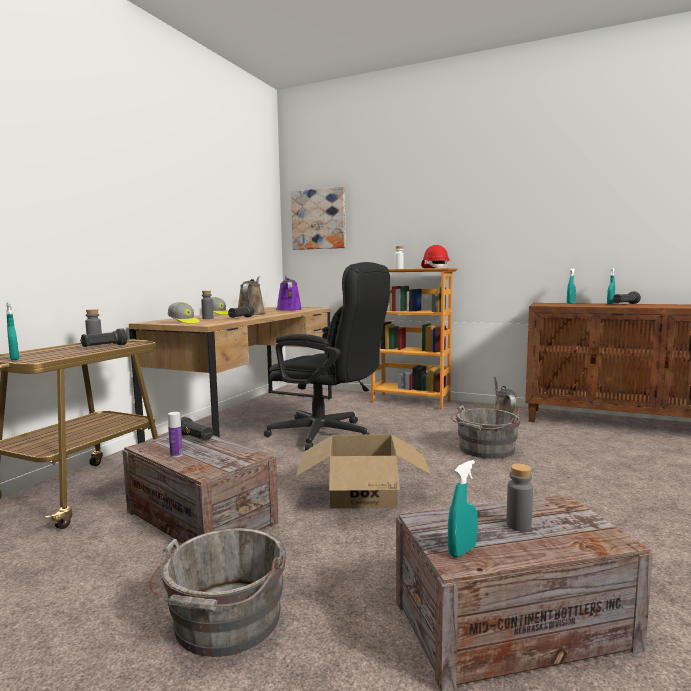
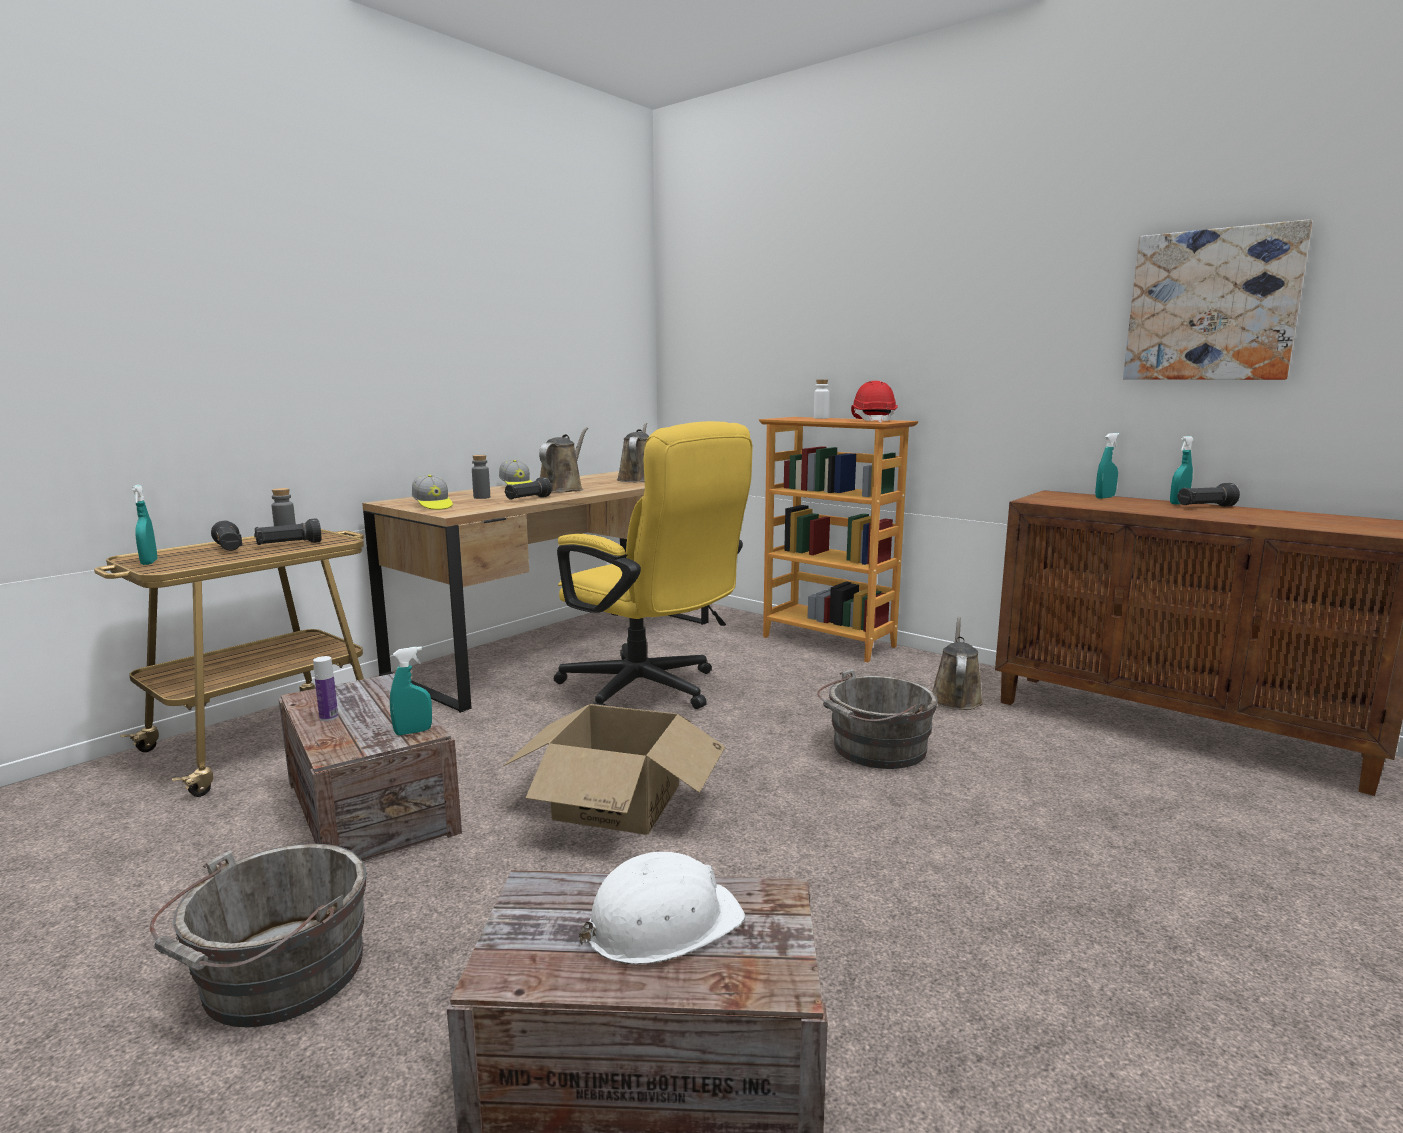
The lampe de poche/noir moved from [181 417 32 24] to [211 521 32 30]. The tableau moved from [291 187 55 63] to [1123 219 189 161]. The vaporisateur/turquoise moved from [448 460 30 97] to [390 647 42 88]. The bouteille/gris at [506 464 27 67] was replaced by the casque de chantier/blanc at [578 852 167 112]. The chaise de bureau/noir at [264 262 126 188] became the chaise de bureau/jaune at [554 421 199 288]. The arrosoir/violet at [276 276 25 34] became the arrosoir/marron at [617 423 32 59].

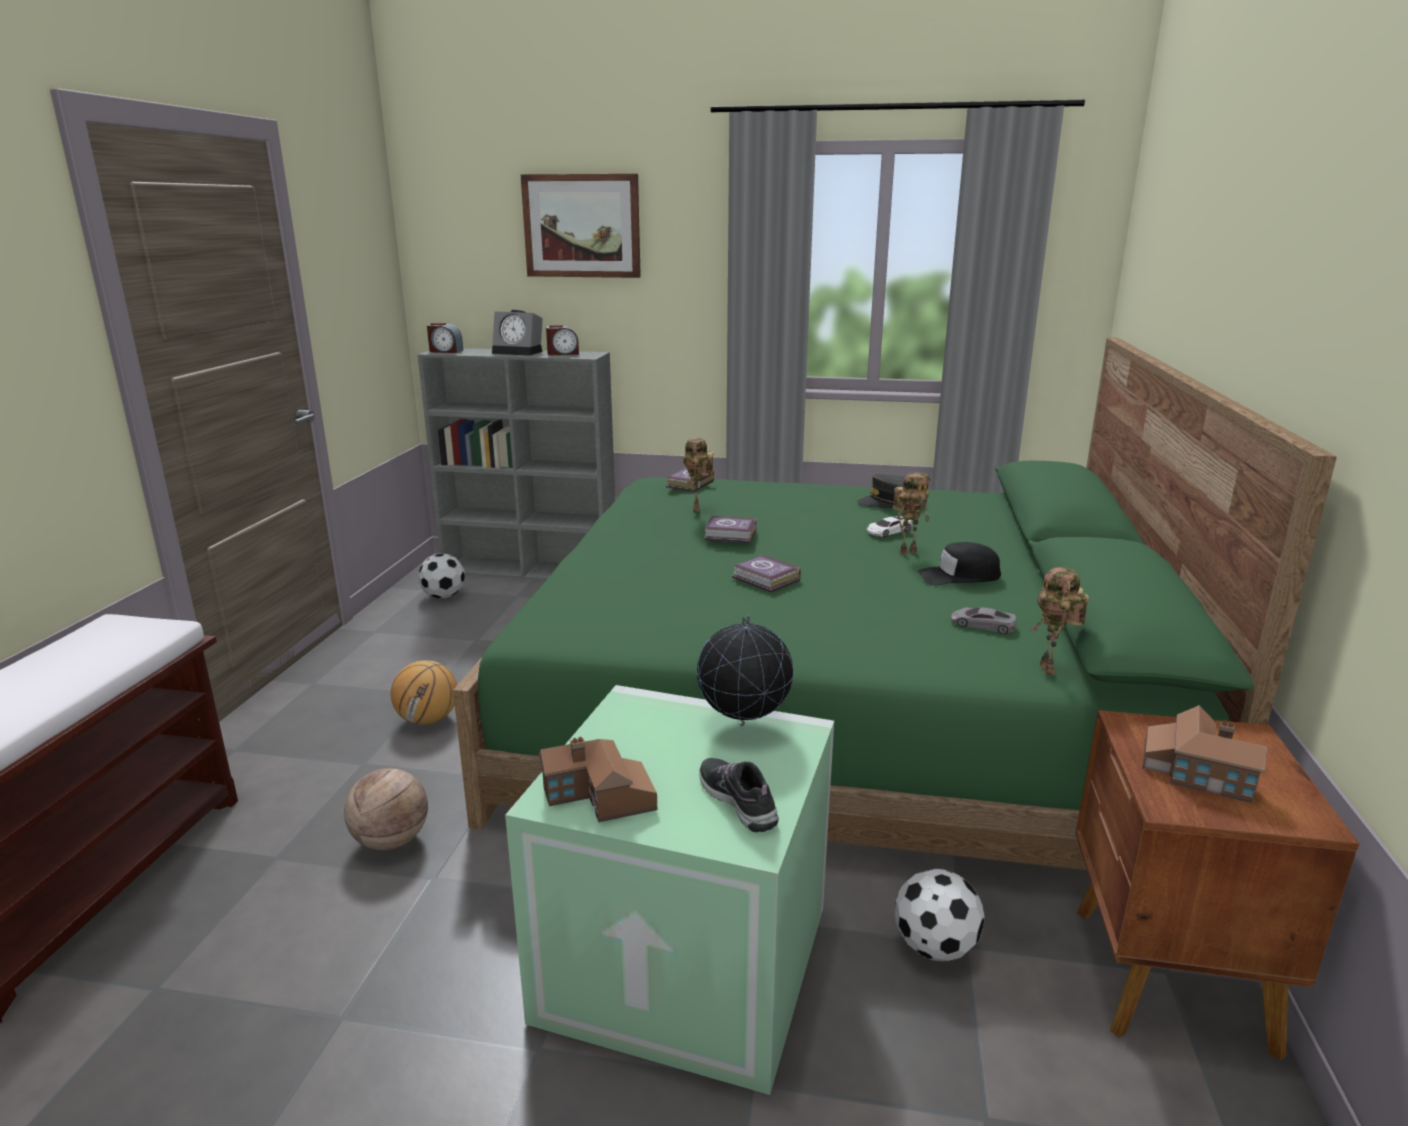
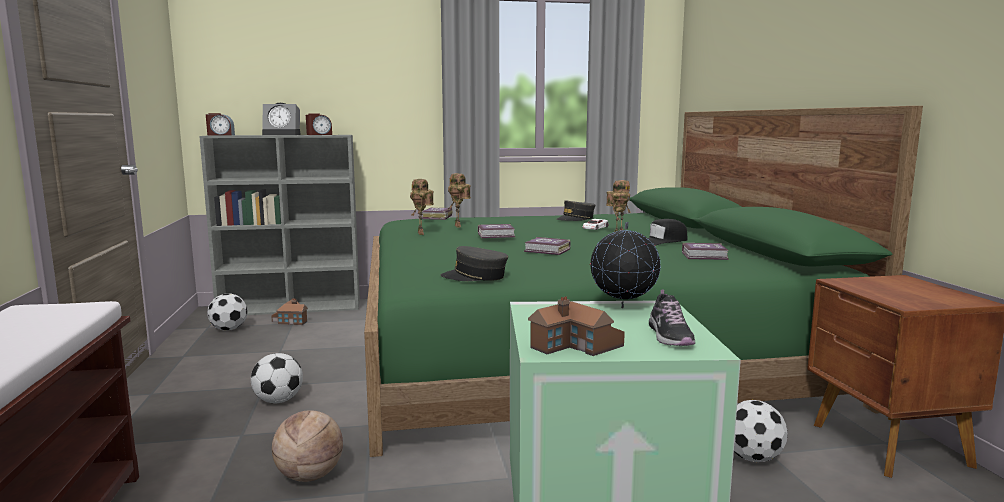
The tableau at [520 174 121 104] disappeared. The casquette/gris at [441 246 67 35] appeared. The robot jouet moved from [1030 567 59 109] to [410 179 24 56]. The maison miniature moved from [1142 705 125 99] to [271 298 37 27]. The ballon de basket at [391 660 66 65] was replaced by the ballon de foot at [251 353 52 50]. The petite voiture/gris at [951 607 65 27] was replaced by the livre at [682 243 47 17]. The chaussure at [699 758 80 74] turned 135 degrees counterclockwise.

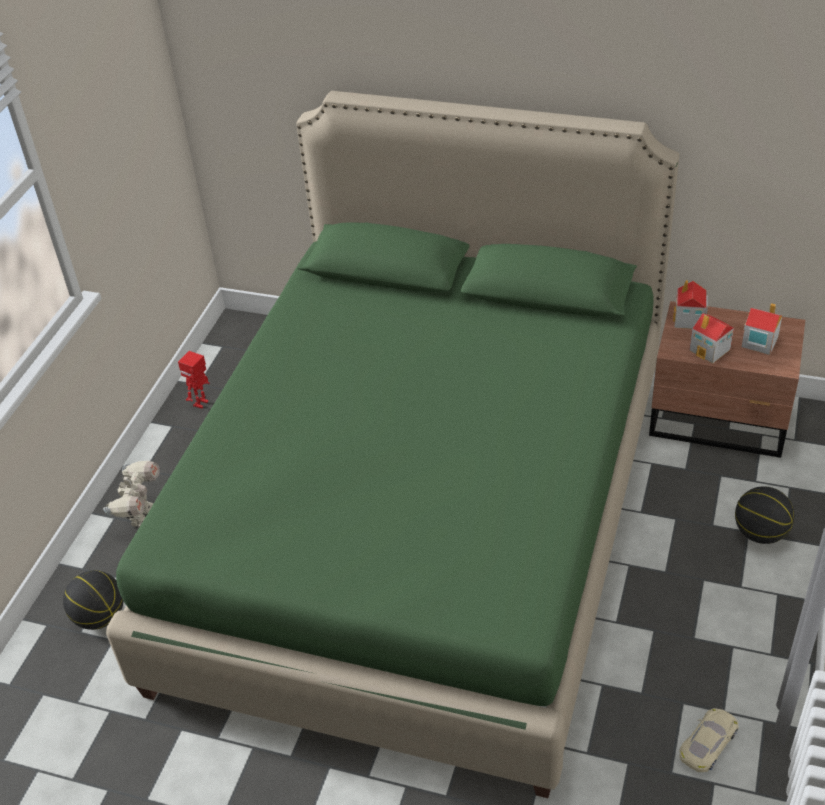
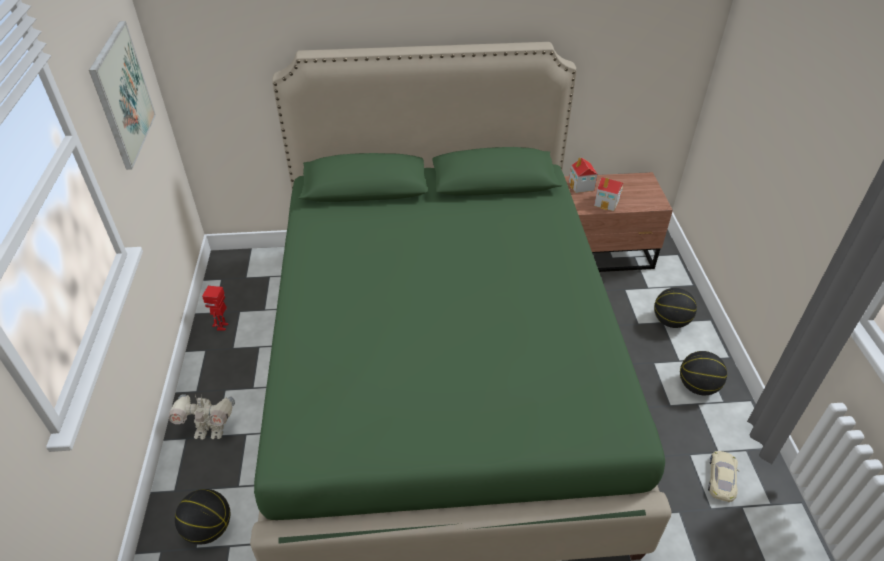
The maison miniature at [742 303 40 52] disappeared. The tableau at [89 21 67 149] appeared. The ballon de basket at [680 351 47 44] appeared. The robot jouet at [103 461 57 66] turned 105 degrees clockwise.

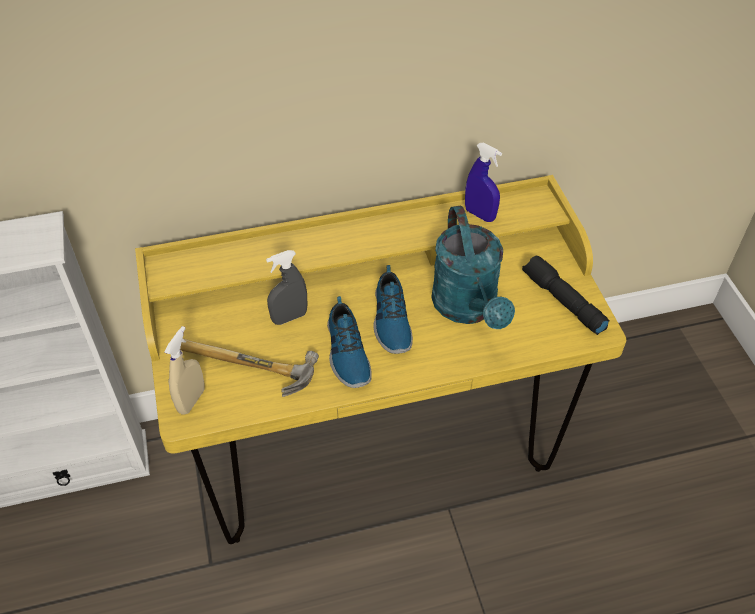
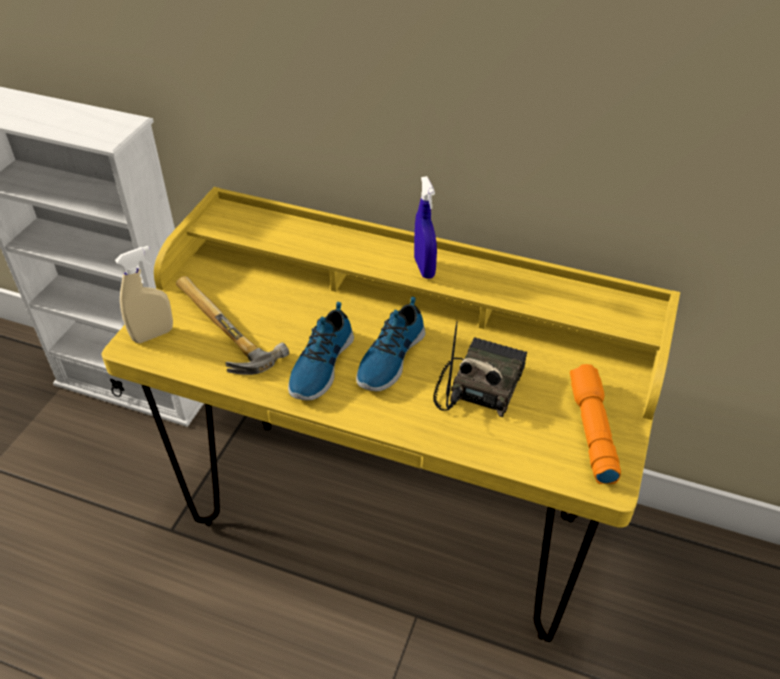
The vaporisateur/gris at [266 250 42 75] disappeared. The vaporisateur/bleu moved from [465 143 37 79] to [414 176 23 103]. The arrosoir/turquoise at [431 205 84 124] was replaced by the radio at [433 321 94 96]. The lampe de poche/noir at [522 256 88 79] became the lampe de poche/orange at [570 364 51 120].

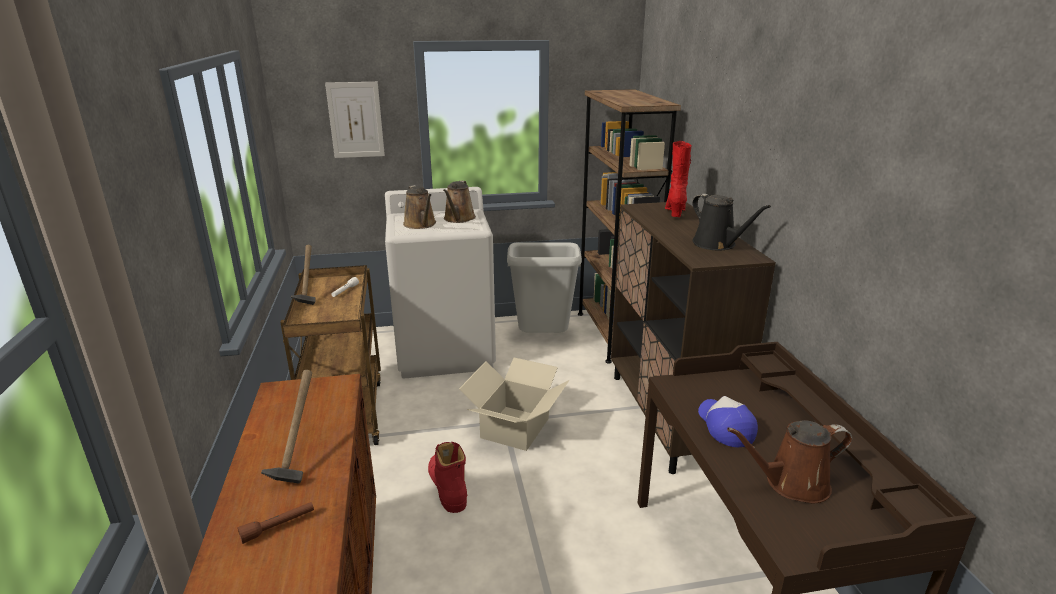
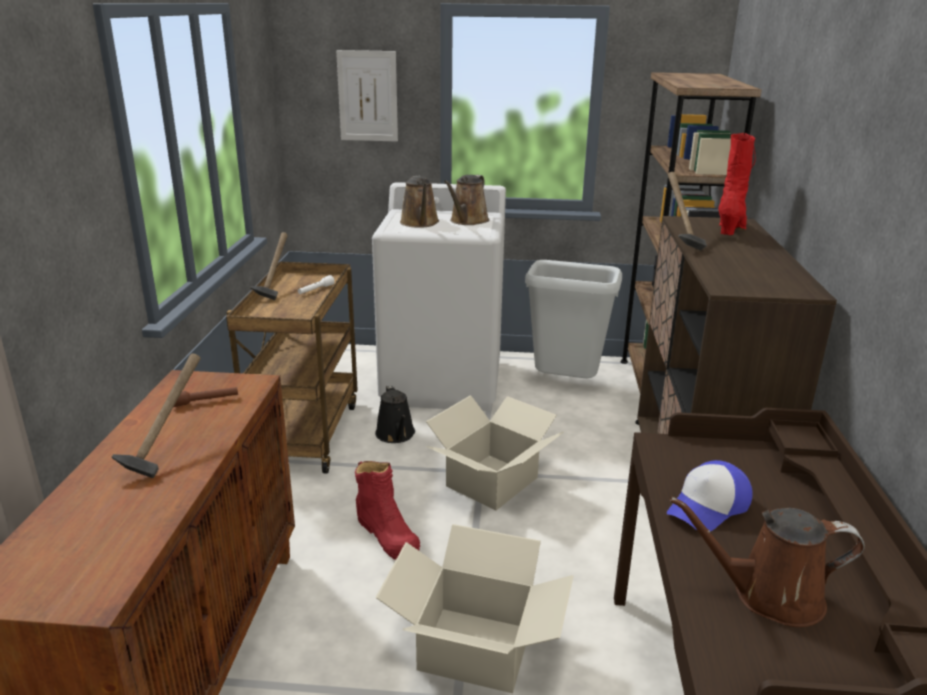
The carton at [376 524 198 169] appeared. The marteau at [668 172 39 79] appeared. The lampe de poche/marron moved from [238 502 76 42] to [174 387 64 20]. The arrosoir/noir moved from [692 194 79 57] to [375 385 40 58]. The botte/rouge at [428 441 39 72] turned 150 degrees clockwise. The casquette at [698 396 60 51] turned 135 degrees counterclockwise.

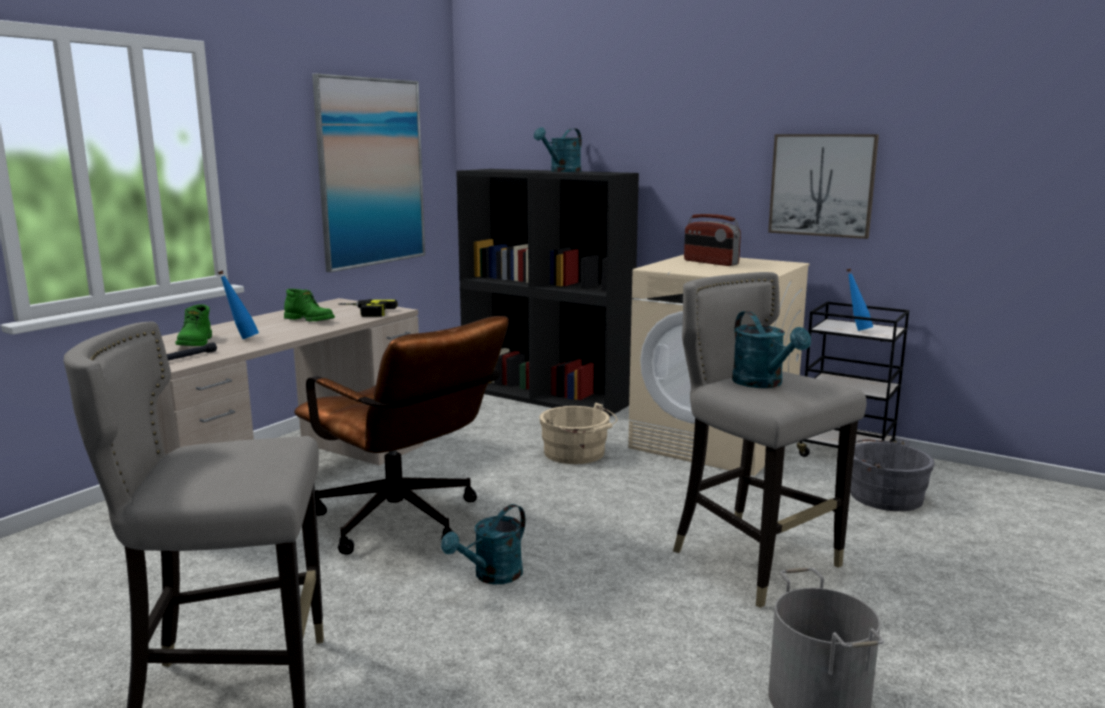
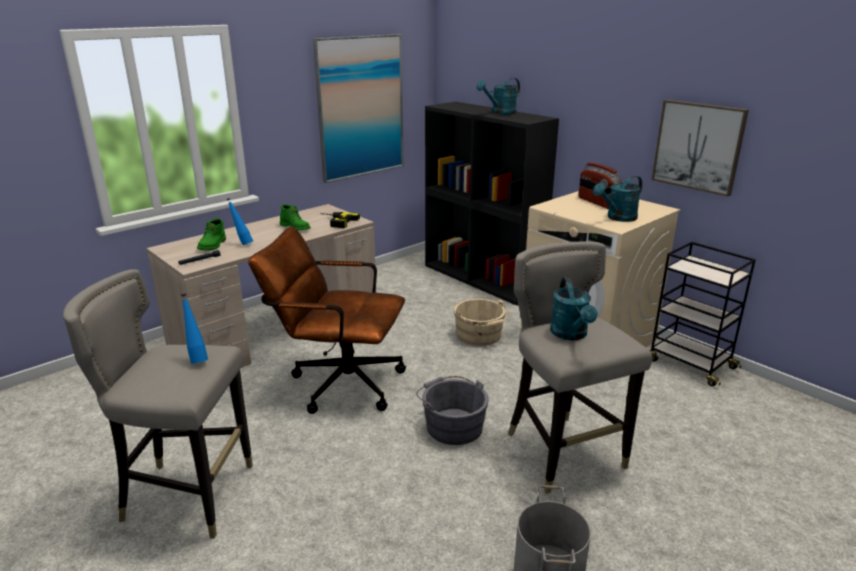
The arrosoir/turquoise moved from [441 504 85 80] to [593 176 49 46]. The bouteille/bleu moved from [847 269 26 62] to [181 293 27 71]. The seau/gris moved from [850 438 84 73] to [416 376 73 69]. The chaise de bureau/marron at [294 316 215 239] turned 135 degrees clockwise.

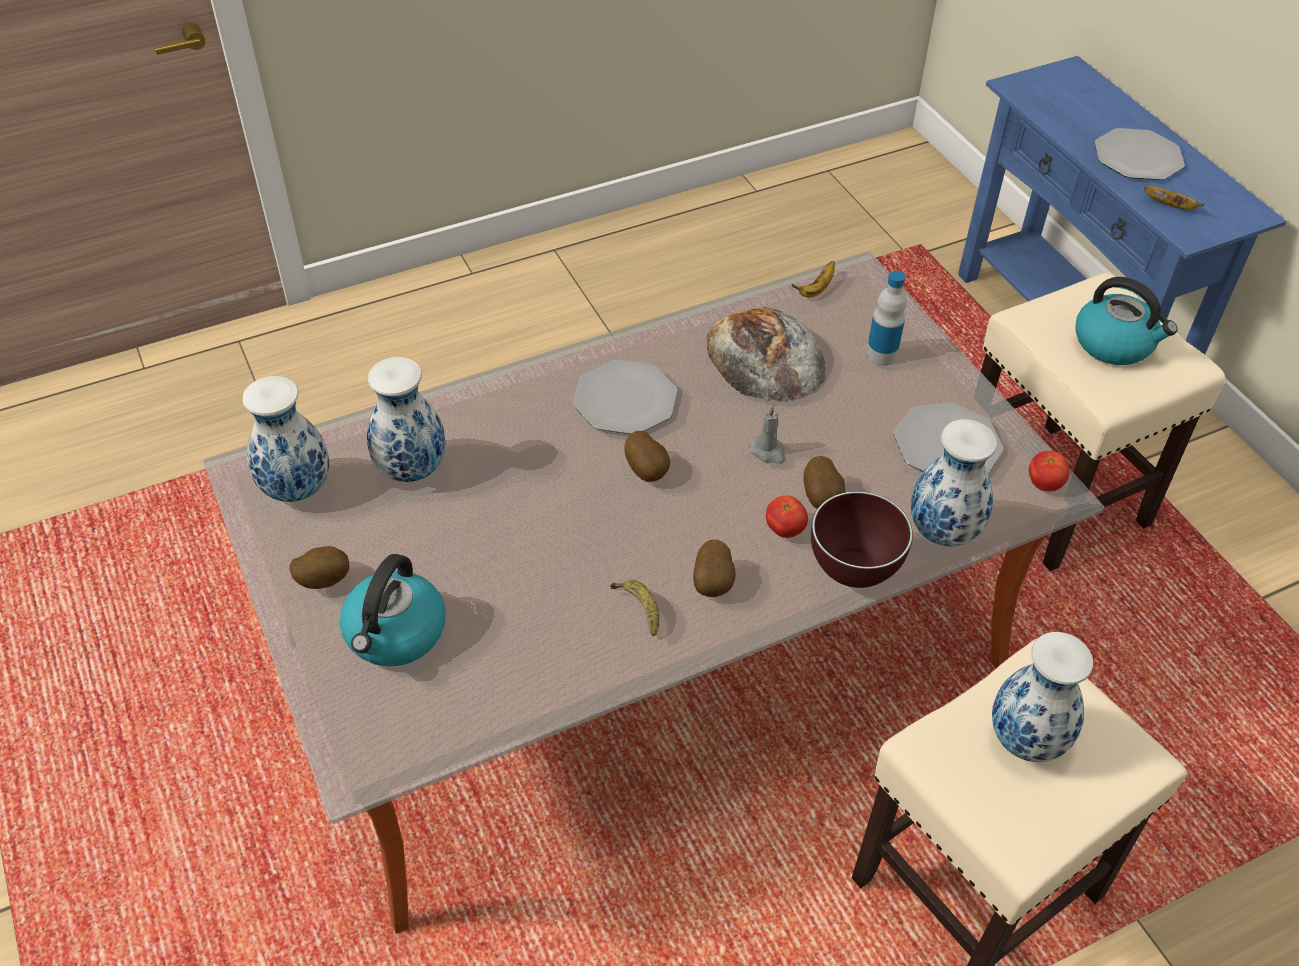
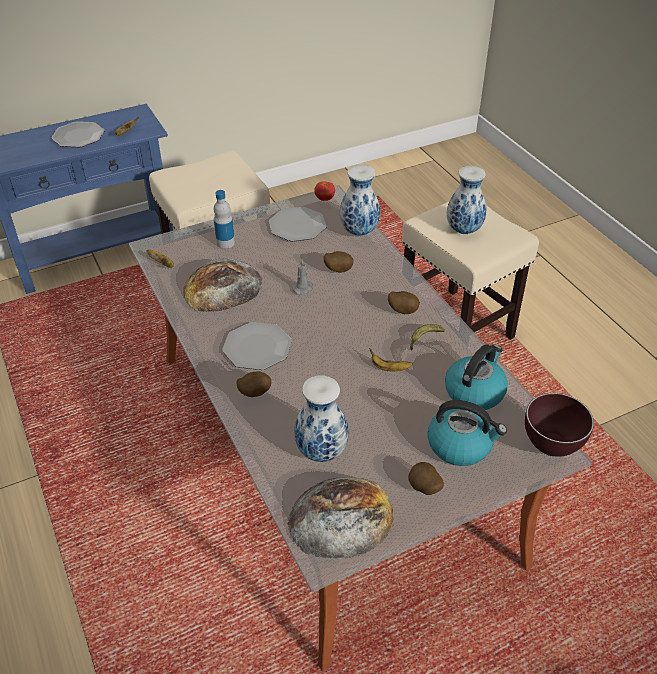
The tomate at [766 495 42 43] disappeared. The banane at [369 348 44 23] appeared. The pomme de terre moved from [624 431 46 51] to [236 371 35 26]. The bol/marron moved from [811 491 102 97] to [525 393 69 64]. The bouilloire moved from [1075 277 103 88] to [445 344 63 66]. The vase at [242 376 87 126] was replaced by the pain at [287 477 107 82].

